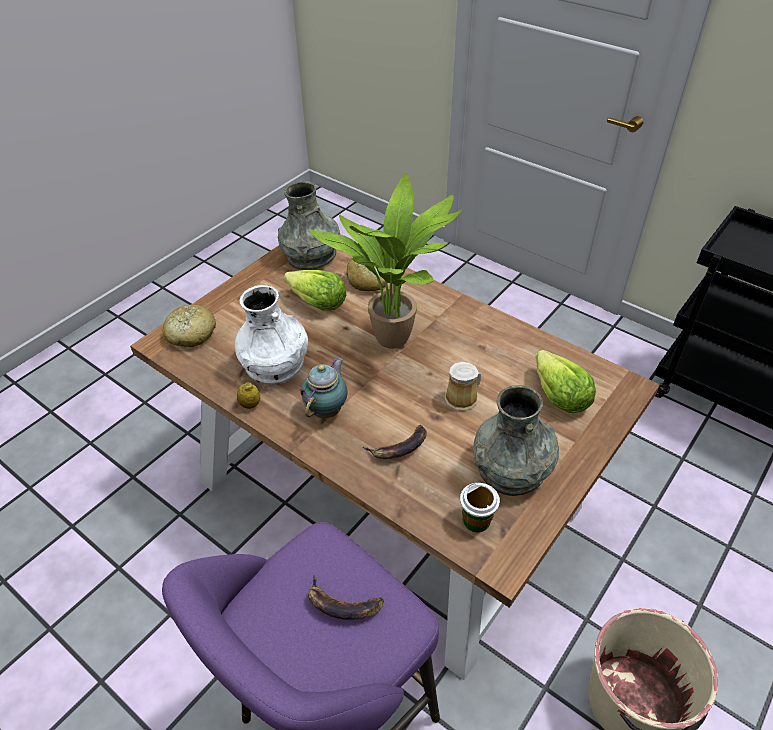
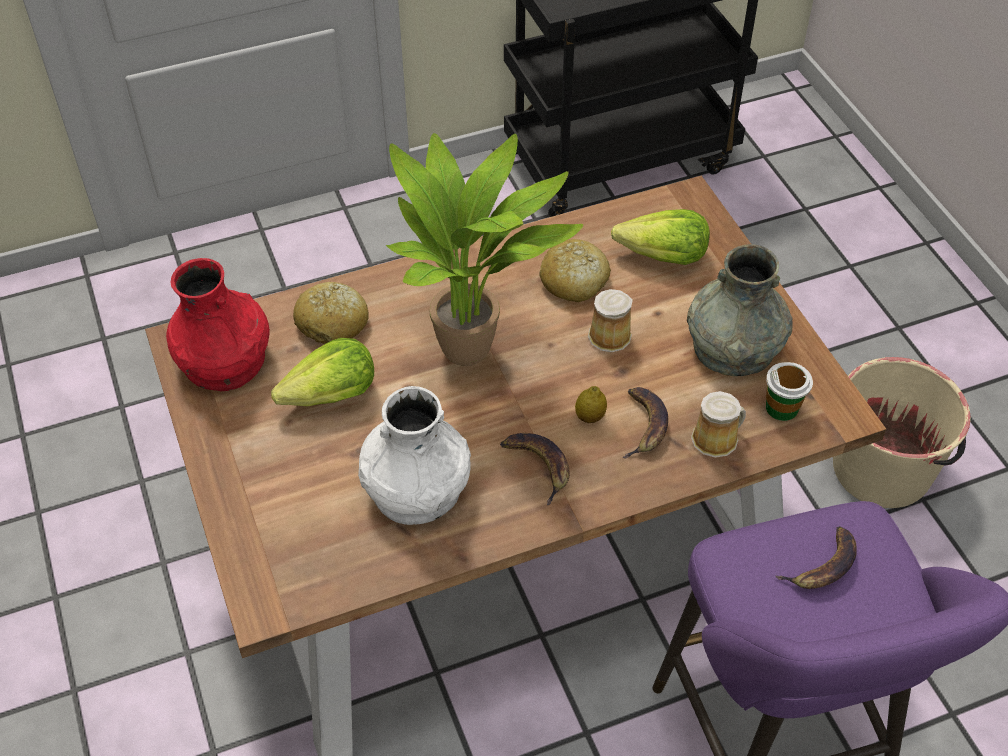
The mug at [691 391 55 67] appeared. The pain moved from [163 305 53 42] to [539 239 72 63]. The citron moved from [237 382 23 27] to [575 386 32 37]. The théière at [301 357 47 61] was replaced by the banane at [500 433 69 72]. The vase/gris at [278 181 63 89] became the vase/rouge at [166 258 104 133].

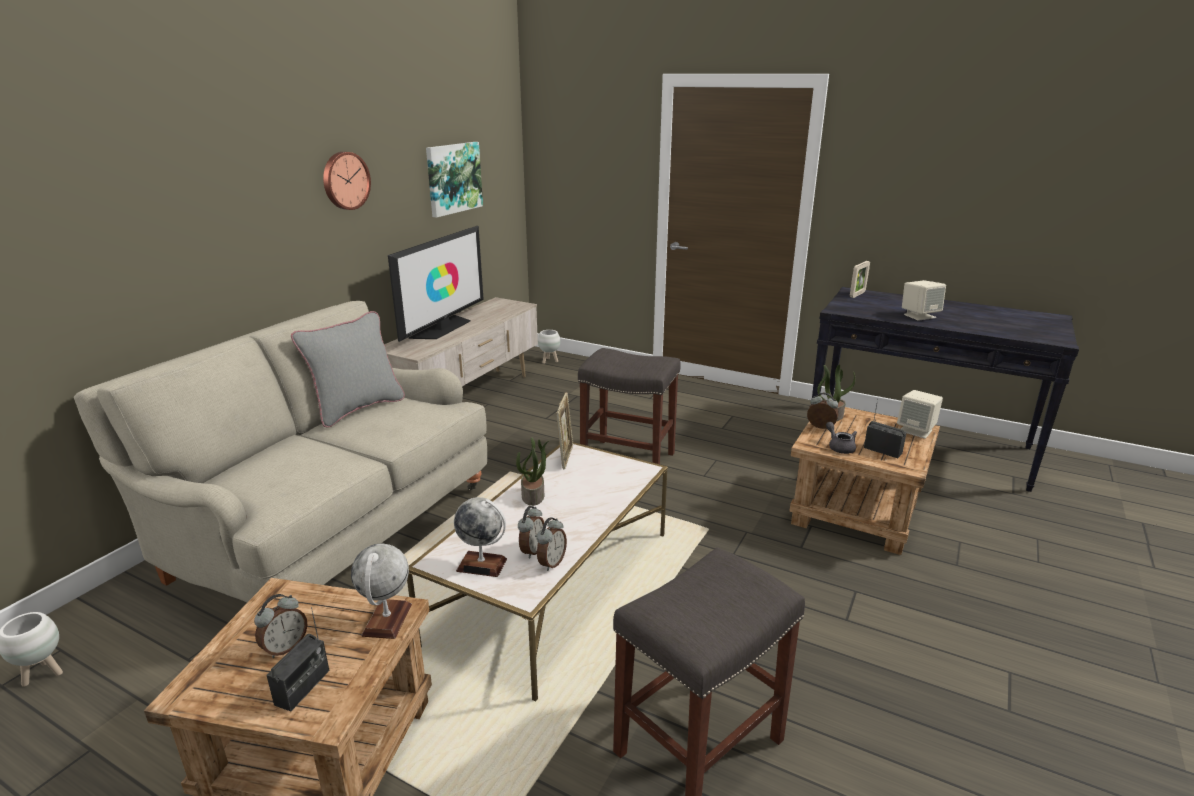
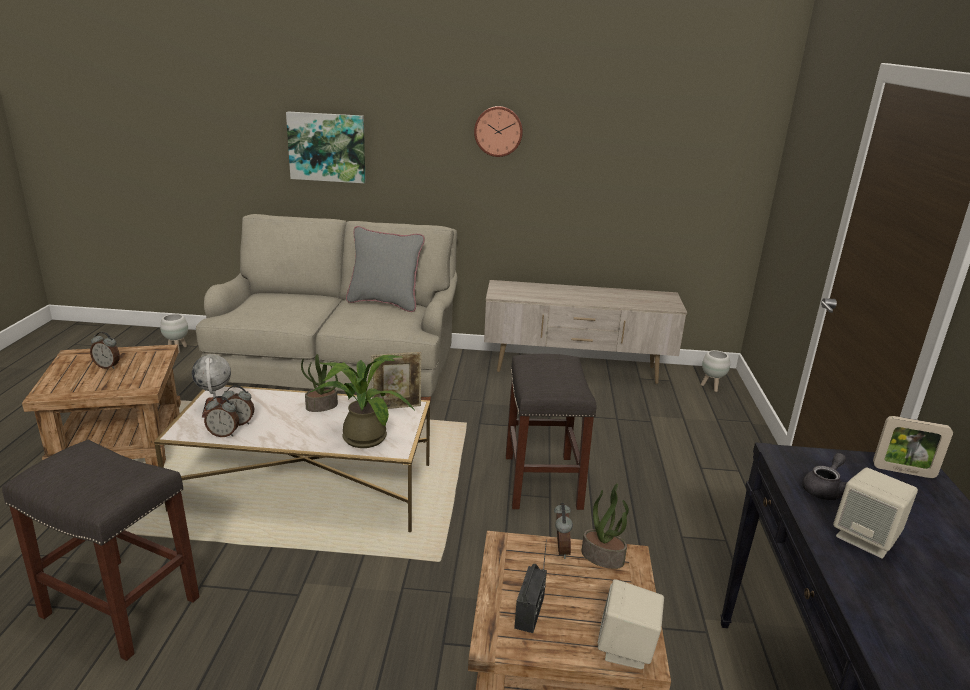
The radio at [266 607 63 104] disappeared. The globe at [351 544 61 95] disappeared. The téléviseur at [388 226 96 116] disappeared. The plante en pot at [310 355 105 93] appeared. The tableau moved from [426 142 57 76] to [286 112 80 71]. The théière/gris moved from [826 422 31 32] to [802 453 45 47].

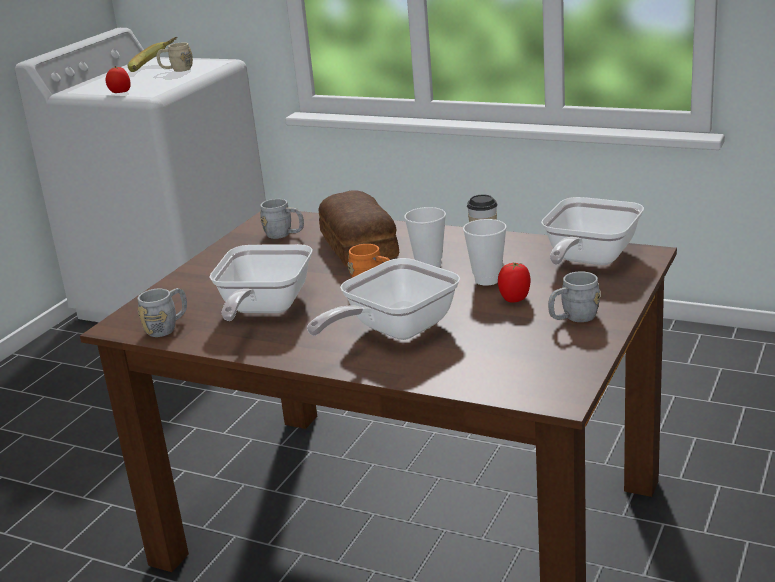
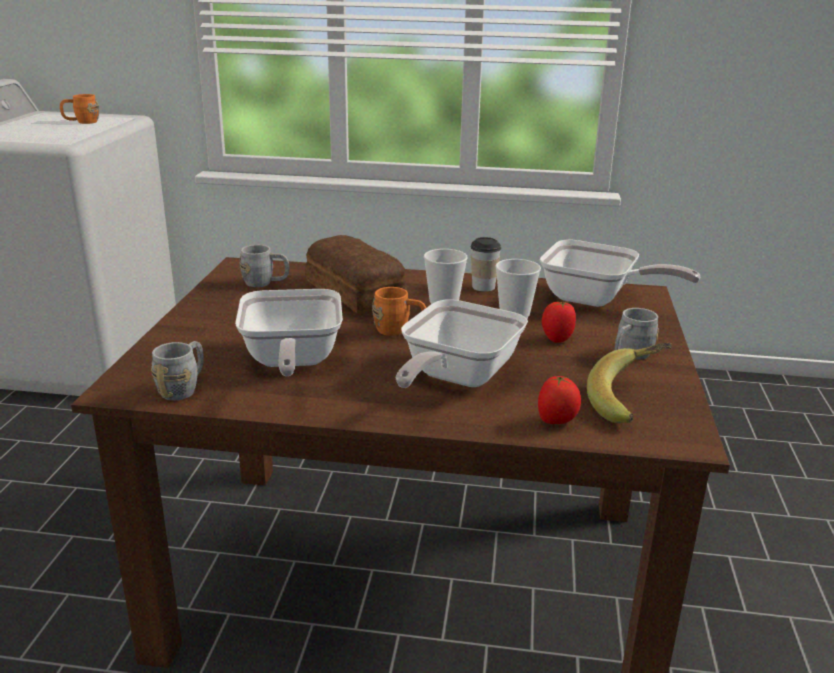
The tomate moved from [106 66 25 27] to [538 375 43 49]. The banane moved from [127 37 50 35] to [587 343 85 80]. The mug/beige at [157 43 36 29] became the mug/orange at [60 94 39 30]. The poêle at [541 197 103 68] turned 75 degrees counterclockwise.

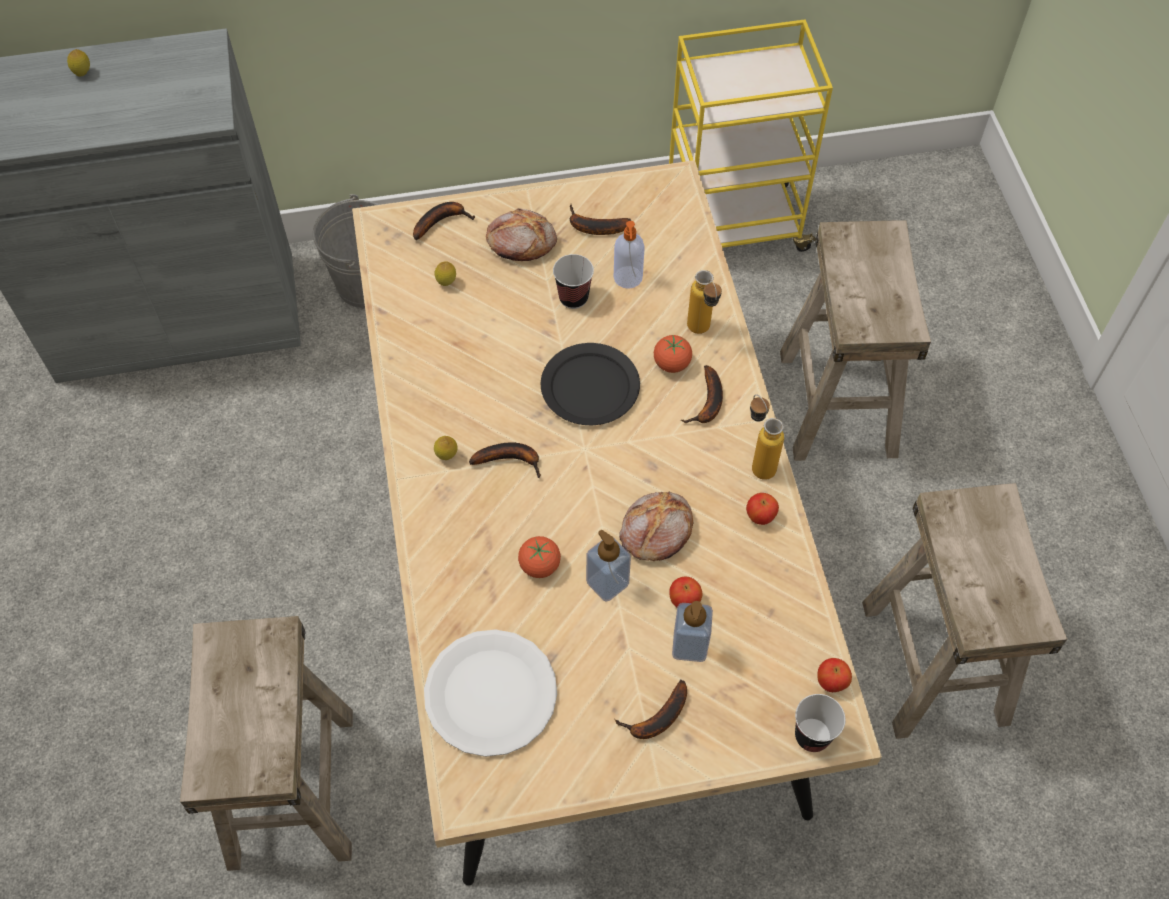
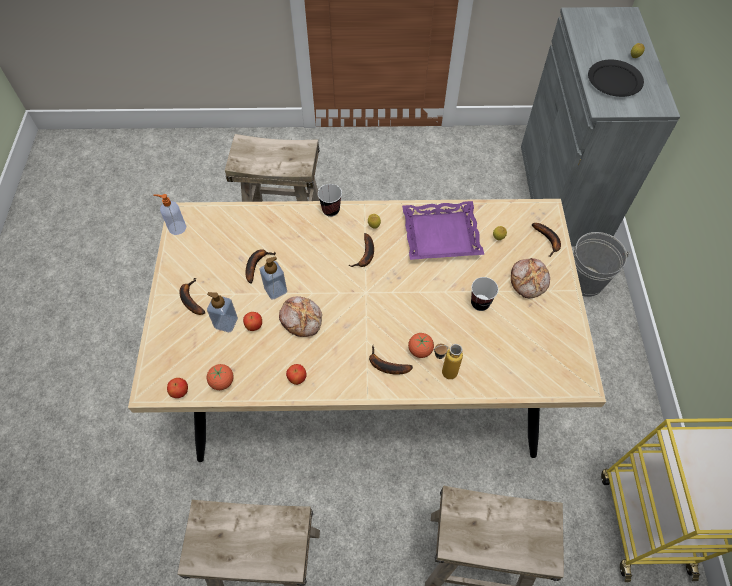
The assiette/blanc at [424 629 133 128] disappeared. The bouteille at [750 394 34 86] disappeared. The plateau/violet at [402 201 82 59] appeared. The tomate moved from [518 536 43 42] to [207 364 27 26]. The assiette/noir moved from [541 343 99 82] to [588 59 56 38]. The banane moved from [570 204 61 31] to [245 249 31 35]. The distributeur de savon moved from [614 221 31 68] to [153 194 33 41]. The tasse moved from [795 694 50 58] to [318 184 24 33].

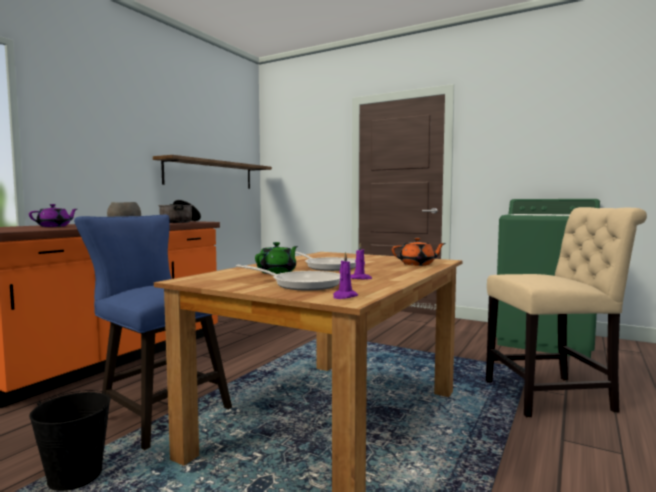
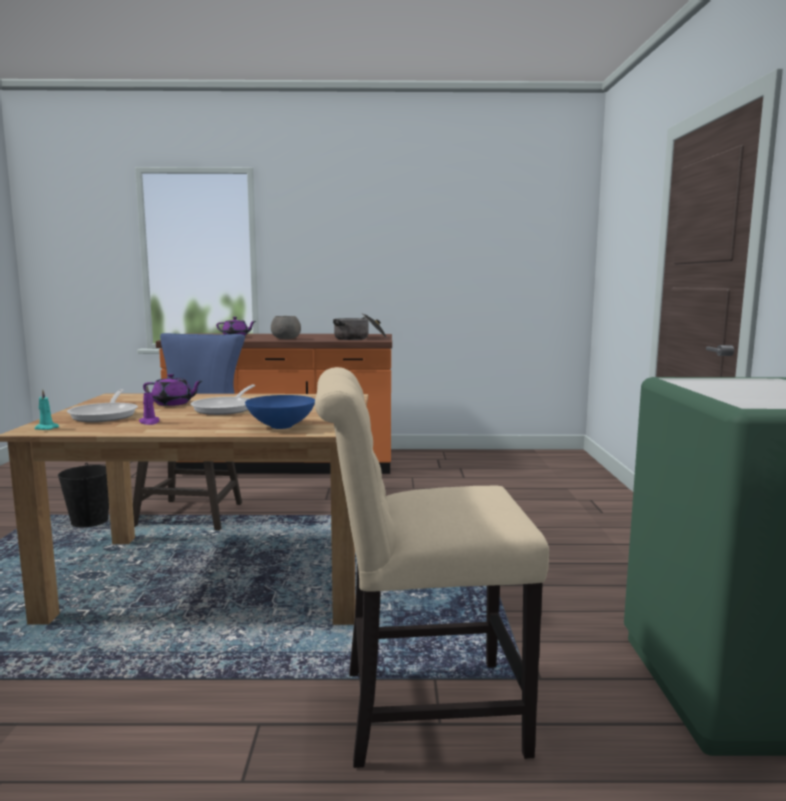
The étagère at [153 155 119 34] disappeared. The théière/orange at [392 238 54 28] was replaced by the bol/bleu at [245 395 70 34]. The théière/vert at [255 242 43 32] became the théière/violet at [143 374 59 32]. The bougie/violet at [333 252 25 47] became the bougie/turquoise at [34 390 25 40]. The chaise/beige at [486 207 161 211] turned 120 degrees clockwise.

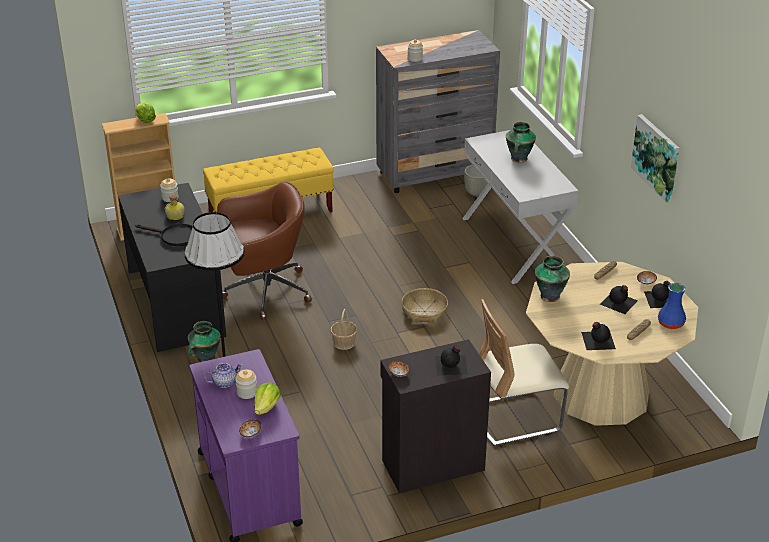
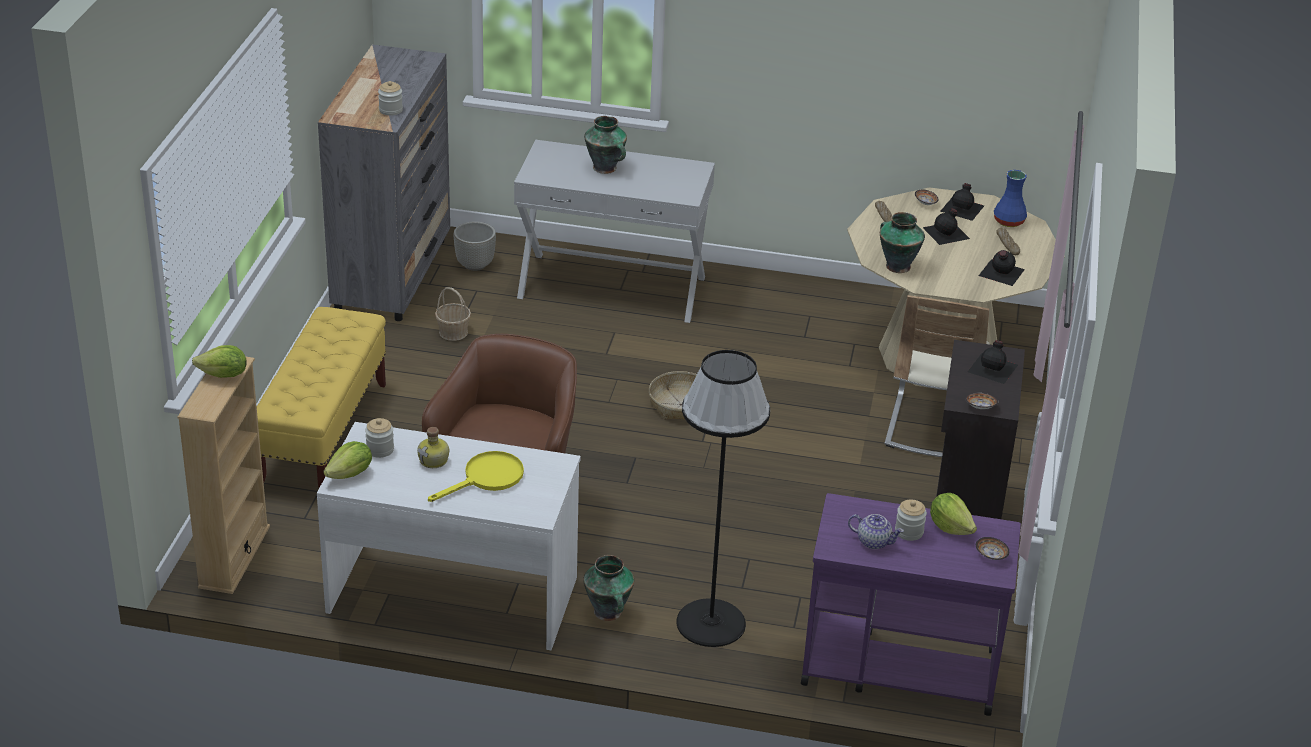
The tableau at [631 114 48 89] disappeared. The laitue at [324 441 48 38] appeared. The panier moved from [331 309 26 41] to [435 287 36 54]. The bureau/noir at [118 183 108 169] became the bureau/blanc at [317 422 264 228]. The poêle/noir at [135 224 58 22] became the poêle/jaune at [428 451 96 51]. The théière at [204 363 39 25] turned 105 degrees clockwise.

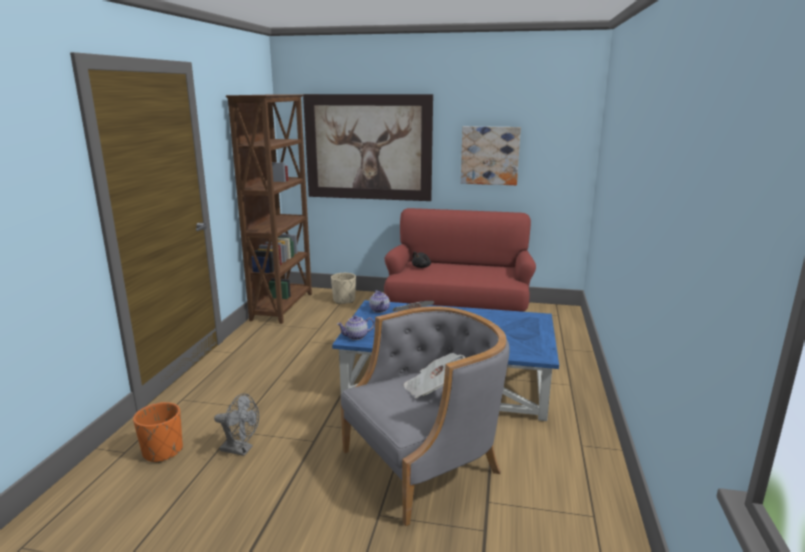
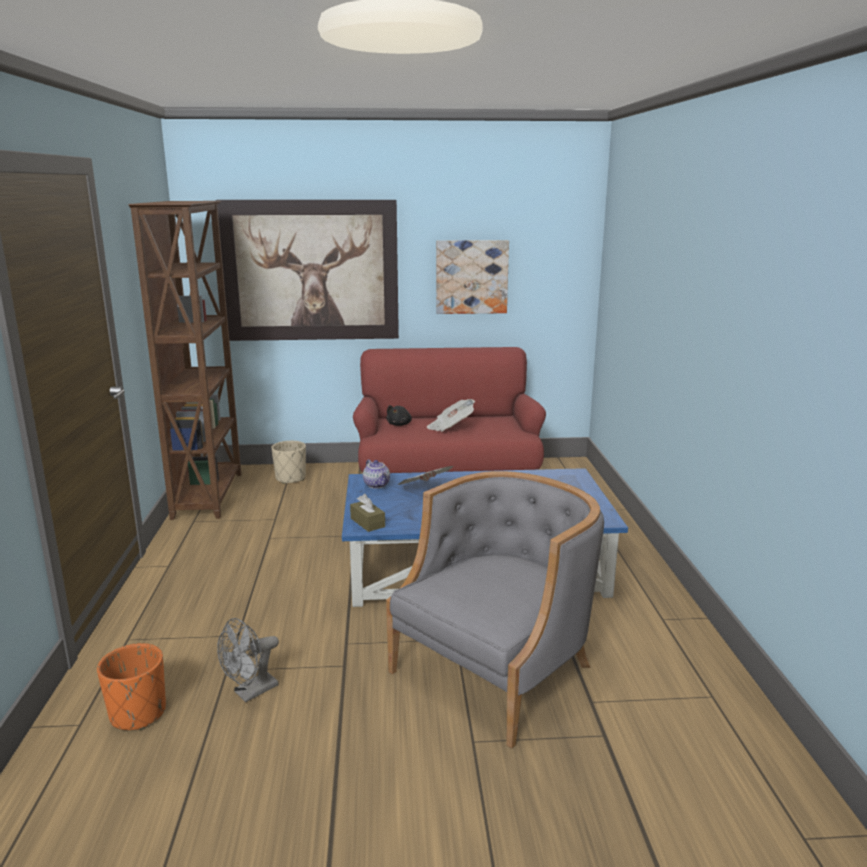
The journal moved from [403 353 62 45] to [427 399 48 33]. The théière at [337 315 37 25] was replaced by the boîte à mouchoirs/marron at [350 494 35 38]. The ventilateur/gris at [214 393 45 63] turned 135 degrees clockwise.

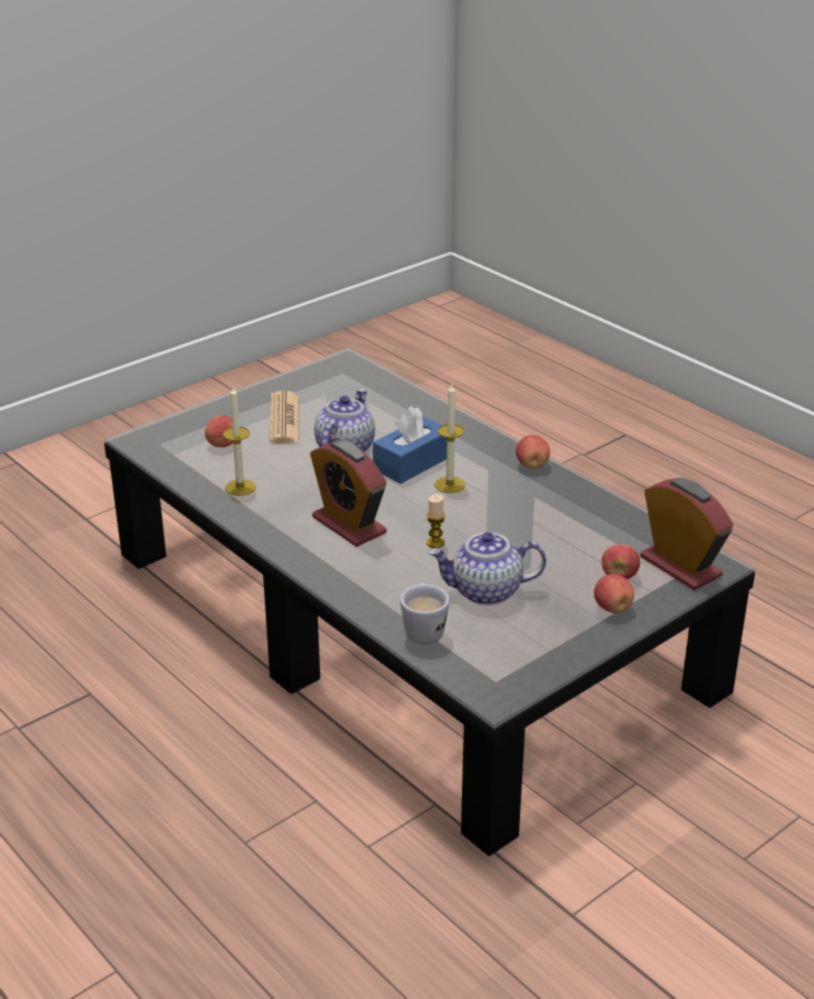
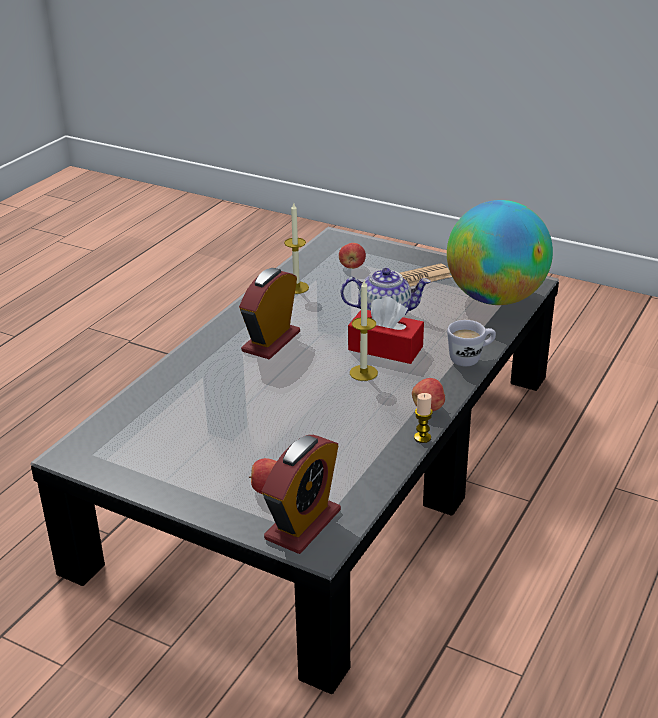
The théière at [429 532 117 74] disappeared. The pomme at [594 574 40 39] disappeared. The globe at [447 200 106 105] appeared. The mug/blanc moved from [400 583 49 62] to [447 320 49 46]. The bougie moved from [427 494 18 54] to [414 393 19 50]. The boîte à mouchoirs/bleu at [373 406 74 78] became the boîte à mouchoirs/rouge at [348 297 76 67].

